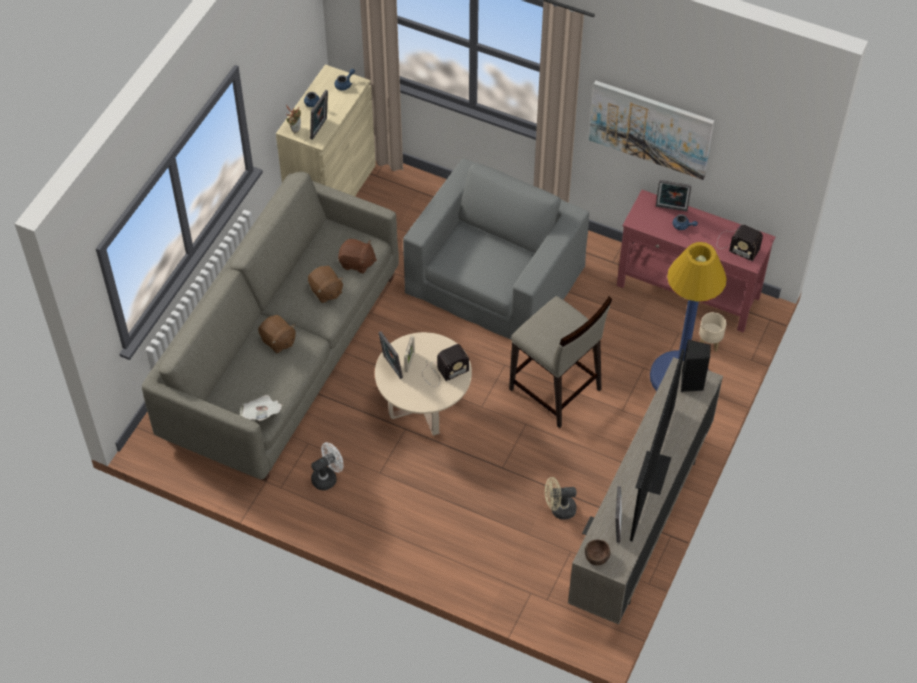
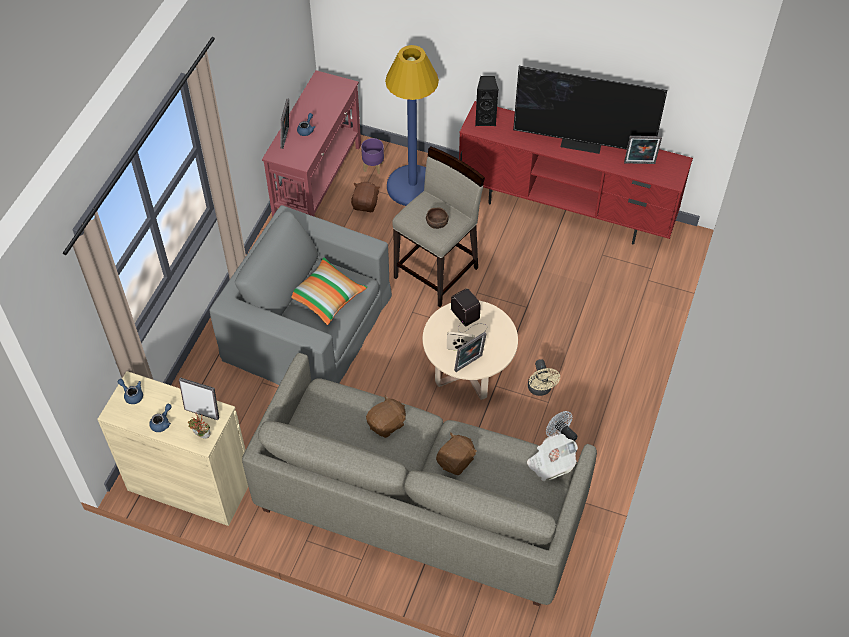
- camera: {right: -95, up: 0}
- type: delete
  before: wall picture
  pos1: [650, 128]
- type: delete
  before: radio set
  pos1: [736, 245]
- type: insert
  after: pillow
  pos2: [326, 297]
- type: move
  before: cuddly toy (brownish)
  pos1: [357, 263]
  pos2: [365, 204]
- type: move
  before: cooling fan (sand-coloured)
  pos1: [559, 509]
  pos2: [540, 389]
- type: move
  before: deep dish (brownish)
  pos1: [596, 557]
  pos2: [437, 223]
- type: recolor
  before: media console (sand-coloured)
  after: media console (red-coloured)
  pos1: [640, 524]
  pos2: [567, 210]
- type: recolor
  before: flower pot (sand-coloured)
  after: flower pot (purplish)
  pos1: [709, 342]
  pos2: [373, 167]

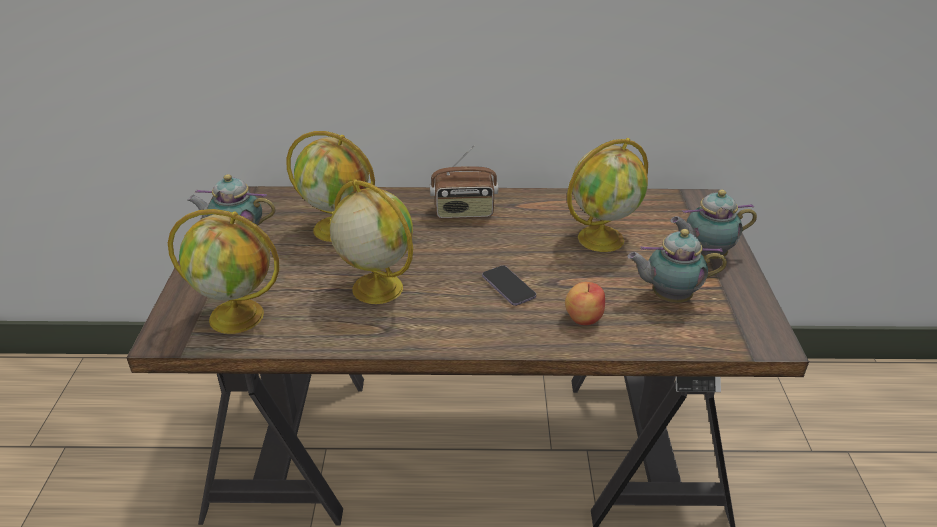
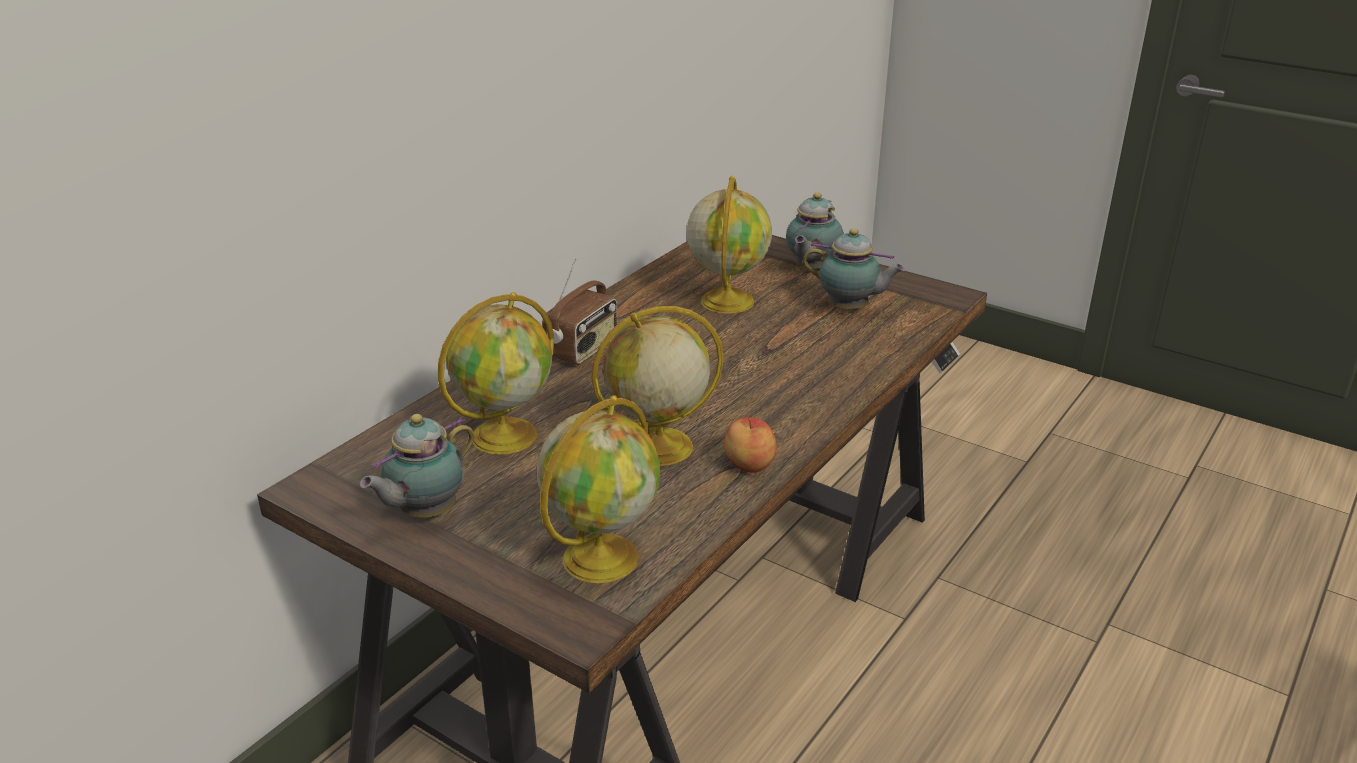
- camera: {right: -55, up: -5}
- type: delete
  before: handset
  pos1: [508, 287]
- type: move
  before: apple fruit
  pos1: [583, 317]
  pos2: [748, 465]
- type: rotate
  before: tea pot
  pos1: [668, 297]
  pos2: [850, 309]
  turn: -105

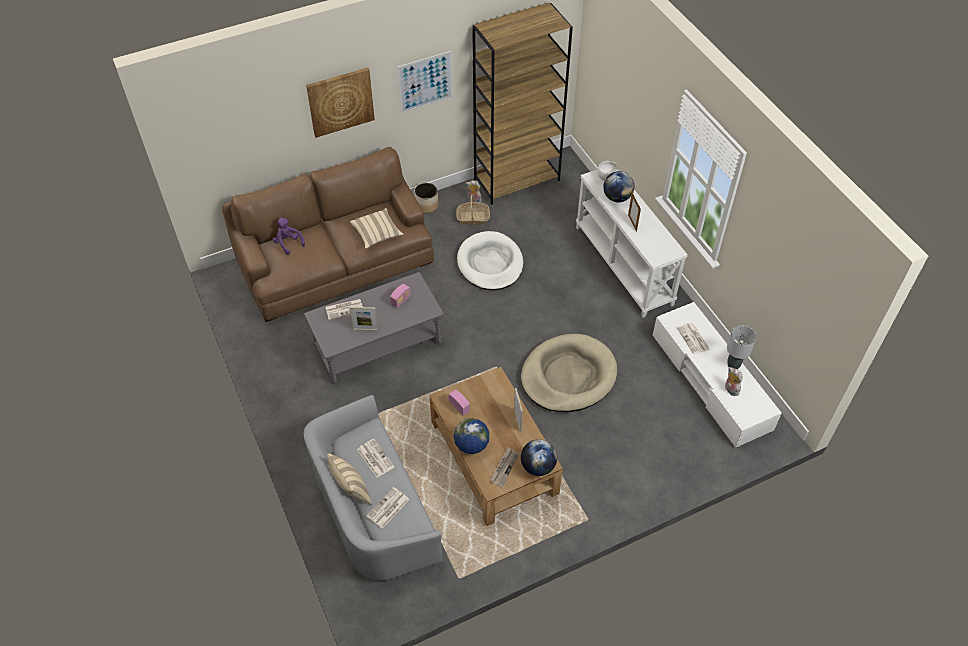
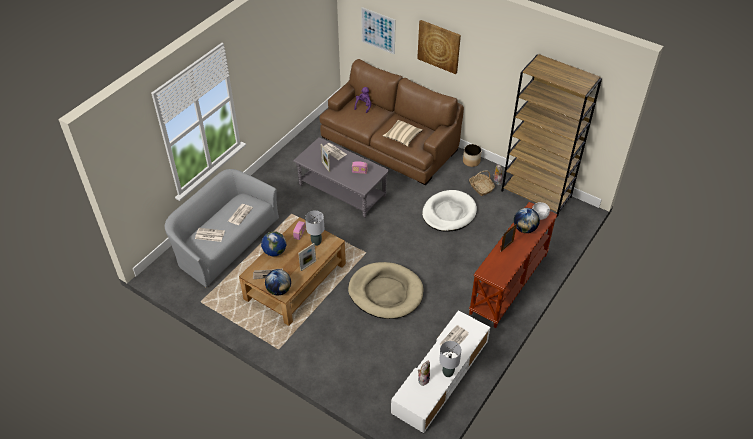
- camera: {right: 60, up: -5}
- type: delete
  before: pillow (sand-coloured)
  pos1: [351, 491]
- type: insert
  after: tabletop lamp (grey)
  pos2: [316, 242]
- type: move
  before: wall picture
  pos1: [425, 82]
  pos2: [378, 30]
- type: recolor
  before: hall table (white-coloured)
  after: hall table (brownish)
  pos1: [624, 265]
  pos2: [509, 284]

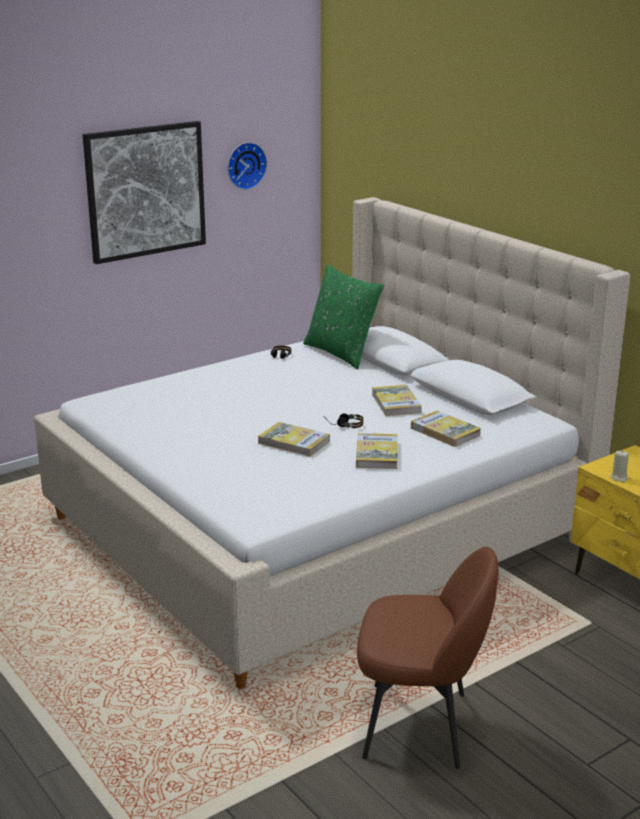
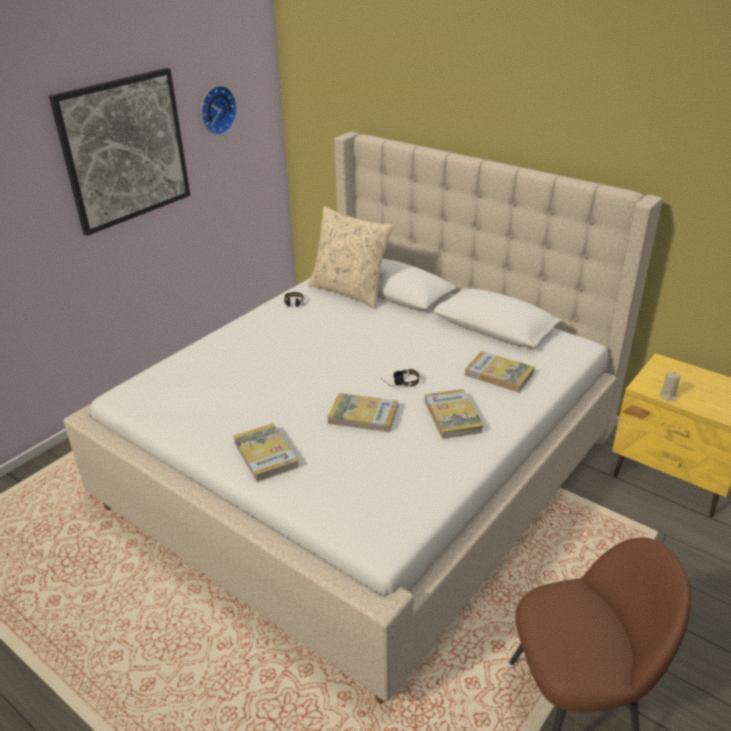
- camera: {right: -15, up: 10}
- type: move
  before: volume
  pos1: [395, 403]
  pos2: [265, 455]
- type: recolor
  before: pillow (green)
  after: pillow (sand-coloured)
  pos1: [341, 353]
  pos2: [350, 291]

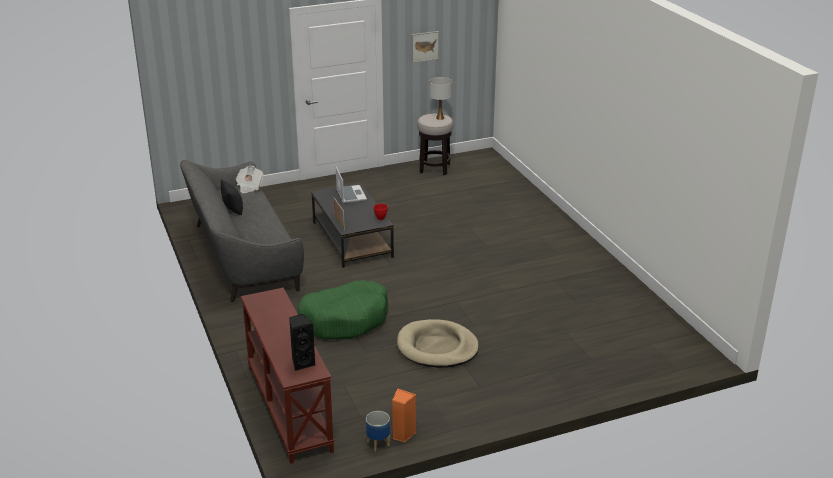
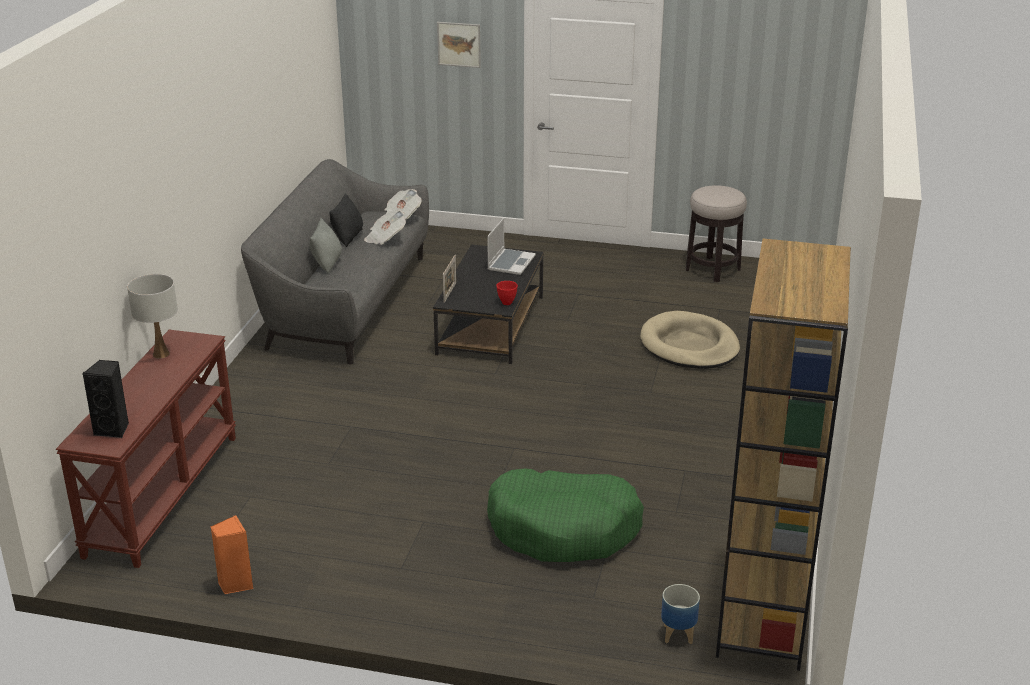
- camera: {right: 35, up: 0}
- type: insert
  after: pillow (grey)
  pos2: [327, 263]
- type: insert
  after: daily paper
  pos2: [385, 238]
- type: insert
  after: bookcase (brownish)
  pos2: [764, 611]
- type: move
  before: pet bed (green)
  pos1: [345, 319]
  pos2: [564, 529]
- type: move
  before: flower pot
  pos1: [378, 444]
  pos2: [677, 634]
- type: move
  before: pet bed (sand-coloured)
  pos1: [437, 347]
  pos2: [689, 346]
- type: move
  before: wall picture
  pos1: [425, 46]
  pos2: [459, 44]
- type: move
  before: tabletop lamp (white-coloured)
  pos1: [440, 118]
  pos2: [161, 354]

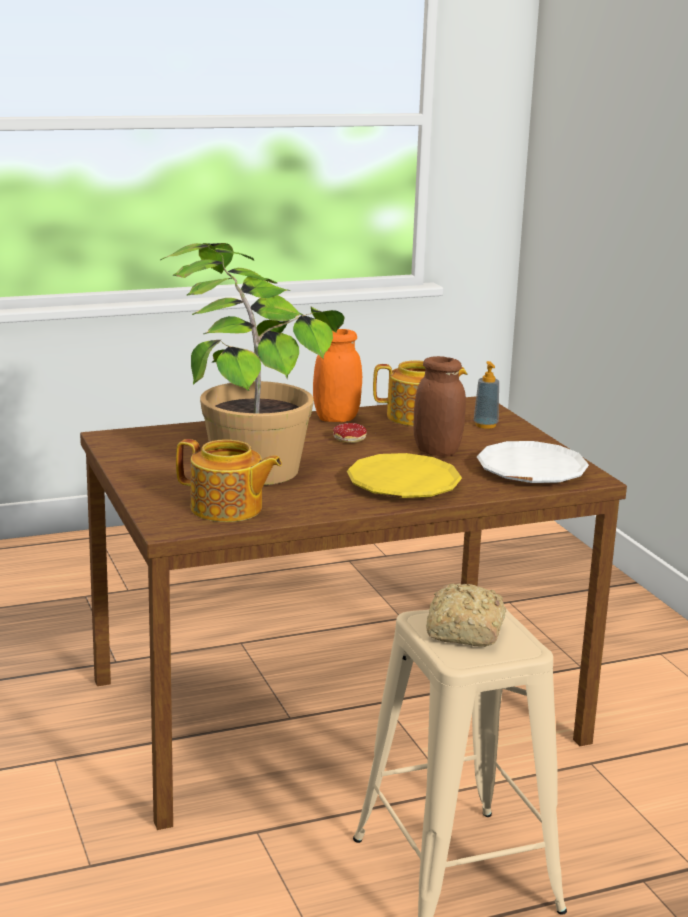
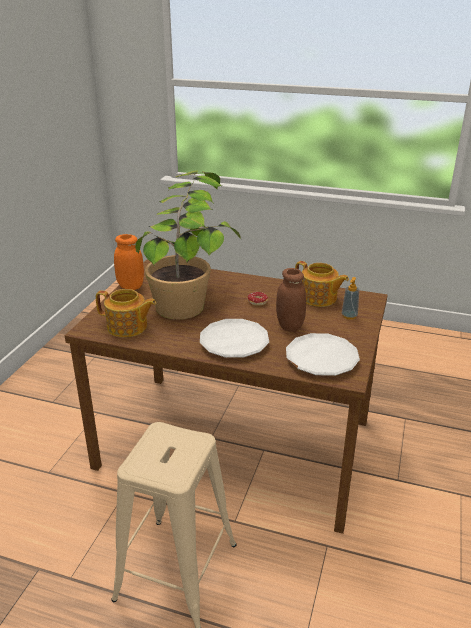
- camera: {right: 40, up: 10}
- type: delete
  before: bakery bread
  pos1: [464, 632]
- type: move
  before: preserve jar (orange)
  pos1: [336, 418]
  pos2: [130, 286]
- type: recolor
  before: dinner plate (yellow)
  after: dinner plate (white-coloured)
  pos1: [403, 484]
  pos2: [234, 342]
- type: rotate
  before: tea pot
  pos1: [227, 509]
  pos2: [128, 327]
  turn: -45

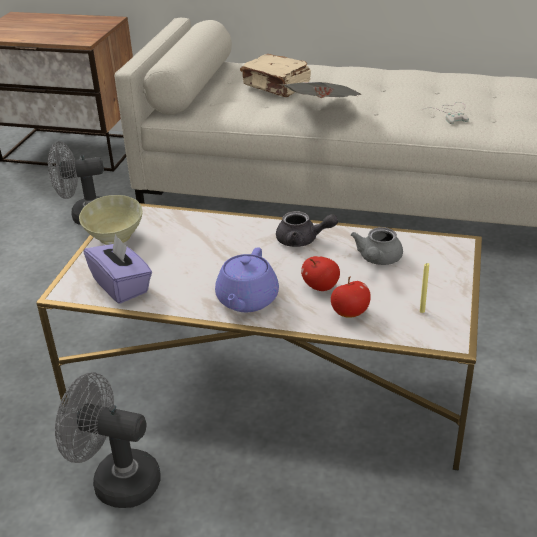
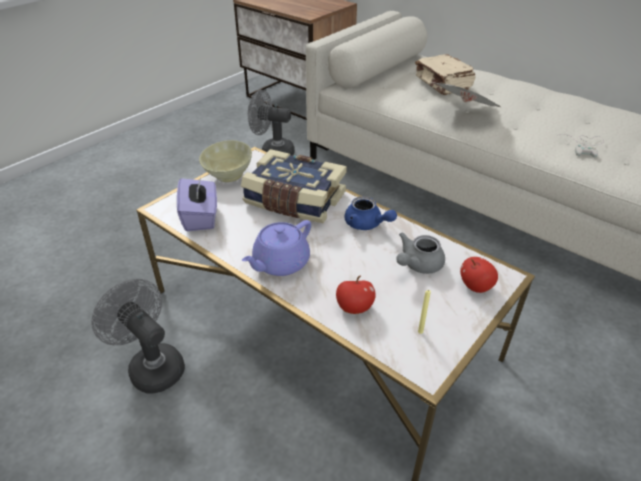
- camera: {right: 25, up: 5}
- type: insert
  after: volume
  pos2: [294, 201]
- type: move
  before: apple fruit
  pos1: [320, 287]
  pos2: [475, 286]
- type: recolor
  before: tea pot (grey)
  after: tea pot (blue)
  pos1: [302, 240]
  pos2: [367, 224]

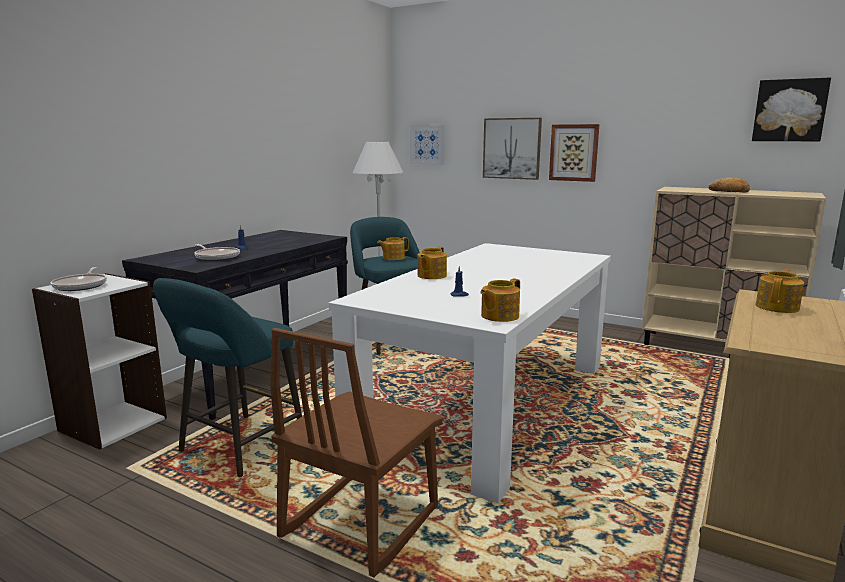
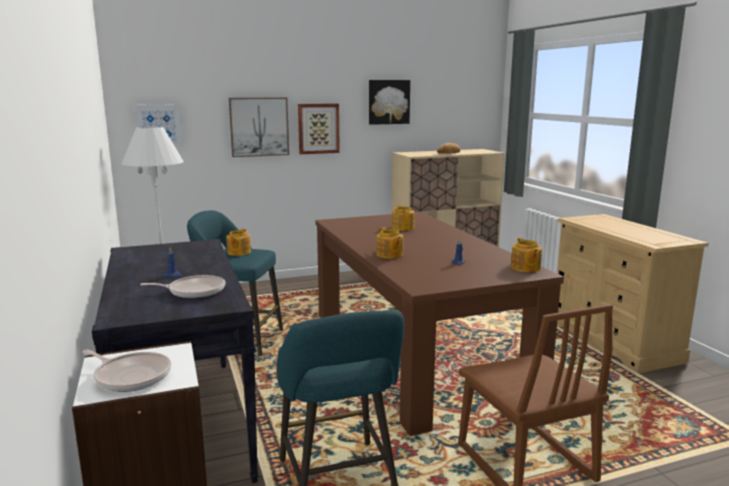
- camera: {right: -50, up: 0}
- type: move
  before: wall picture
  pos1: [789, 110]
  pos2: [388, 102]
- type: move
  before: tea pot
  pos1: [778, 307]
  pos2: [403, 227]
- type: recolor
  before: dinner table (white-coloured)
  after: dinner table (brownish)
  pos1: [488, 403]
  pos2: [415, 353]

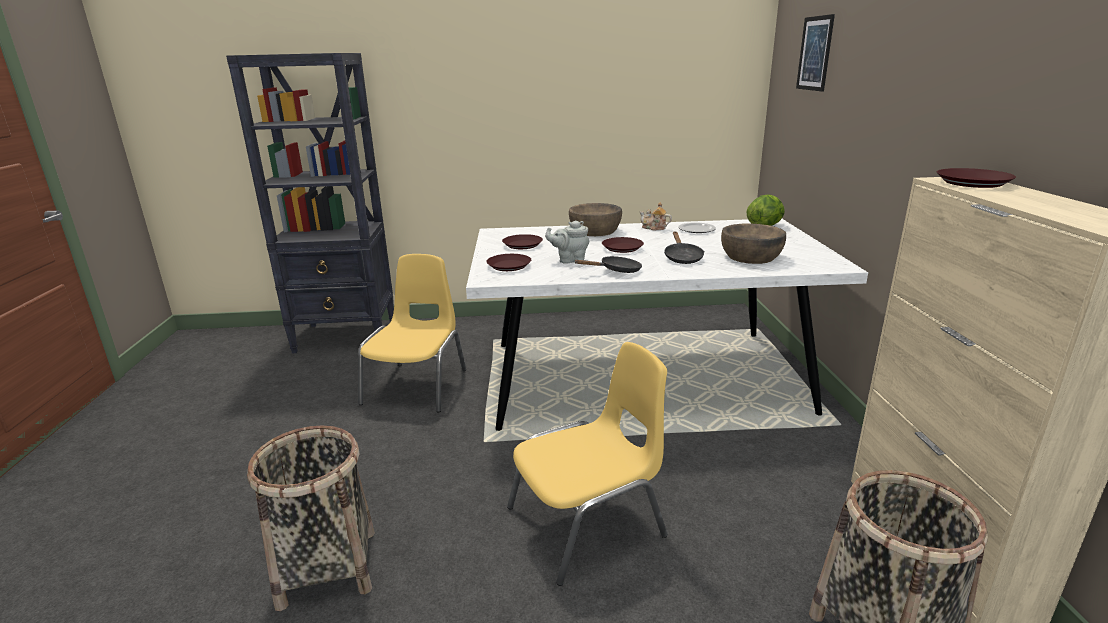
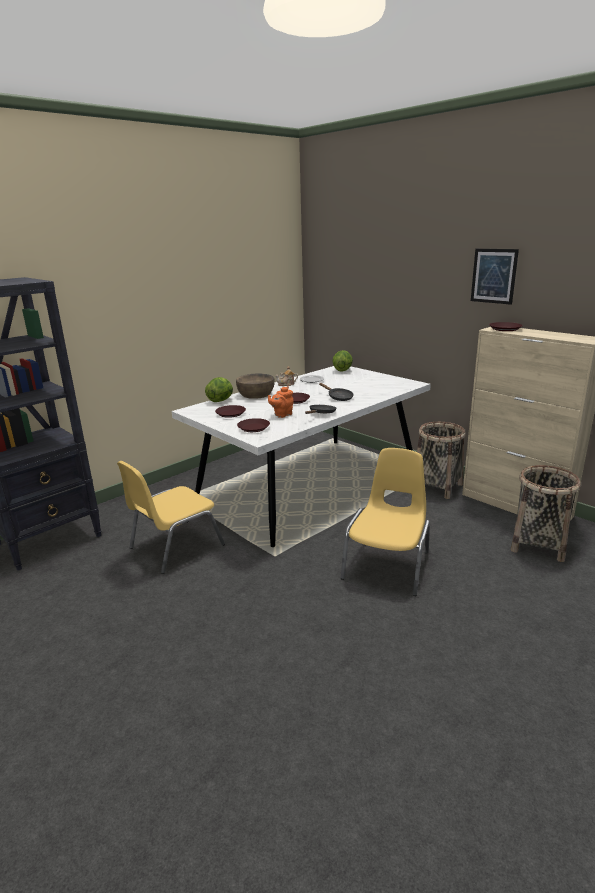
- camera: {right: -40, up: 0}
- type: delete
  before: deep dish (brownish)
  pos1: [751, 256]
- type: insert
  after: head of lettuce
  pos2: [221, 400]
- type: move
  before: household basket
  pos1: [328, 567]
  pos2: [437, 486]
- type: move
  before: wall picture
  pos1: [815, 53]
  pos2: [493, 276]
- type: recolor
  before: tea pot (grey)
  after: tea pot (orange)
  pos1: [569, 260]
  pos2: [282, 415]
- type: rotate
  before: upright chair (yellow)
  pos1: [417, 386]
  pos2: [175, 546]
  turn: -105

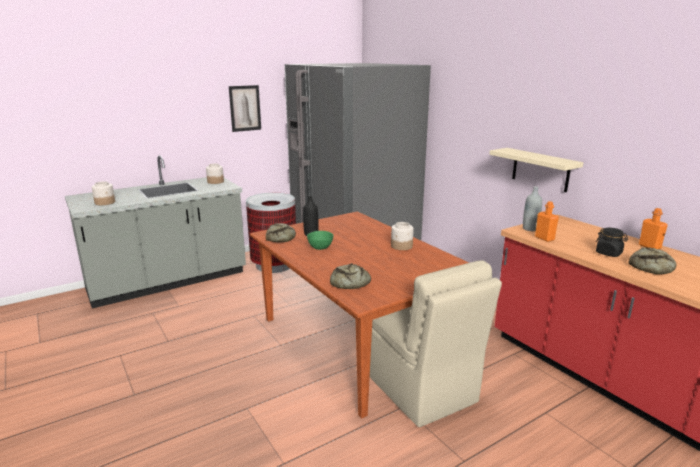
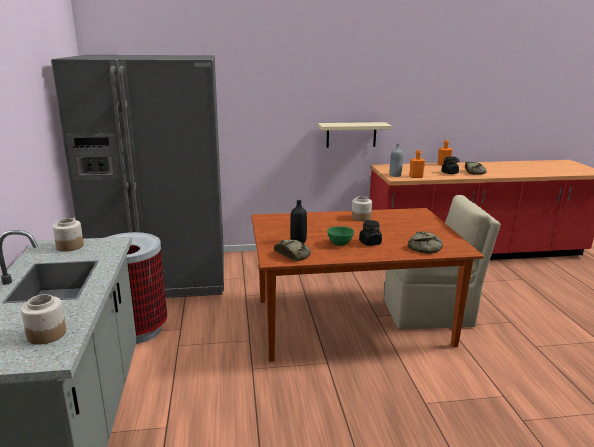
- camera: {right: -65, up: 0}
- type: delete
  before: wall picture
  pos1: [245, 108]
- type: insert
  after: preserve jar (black)
  pos2: [370, 243]

